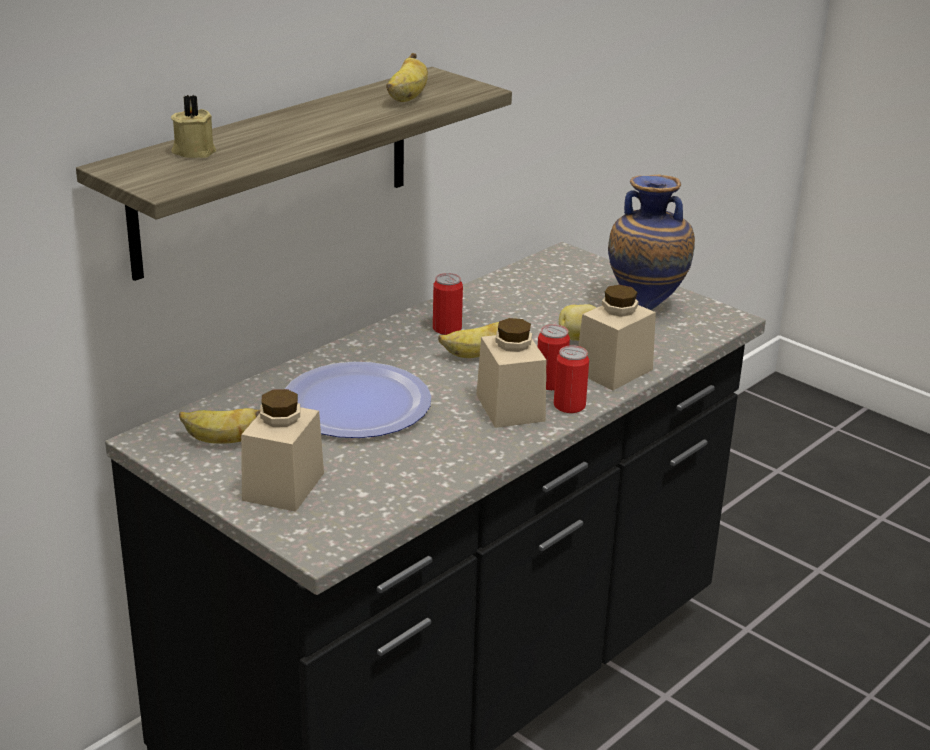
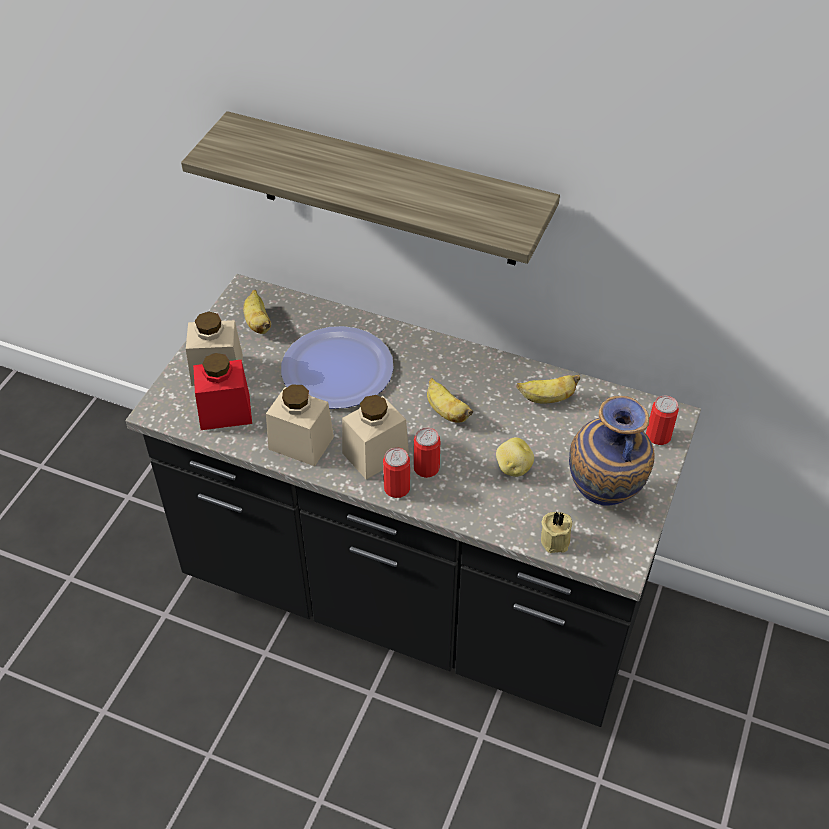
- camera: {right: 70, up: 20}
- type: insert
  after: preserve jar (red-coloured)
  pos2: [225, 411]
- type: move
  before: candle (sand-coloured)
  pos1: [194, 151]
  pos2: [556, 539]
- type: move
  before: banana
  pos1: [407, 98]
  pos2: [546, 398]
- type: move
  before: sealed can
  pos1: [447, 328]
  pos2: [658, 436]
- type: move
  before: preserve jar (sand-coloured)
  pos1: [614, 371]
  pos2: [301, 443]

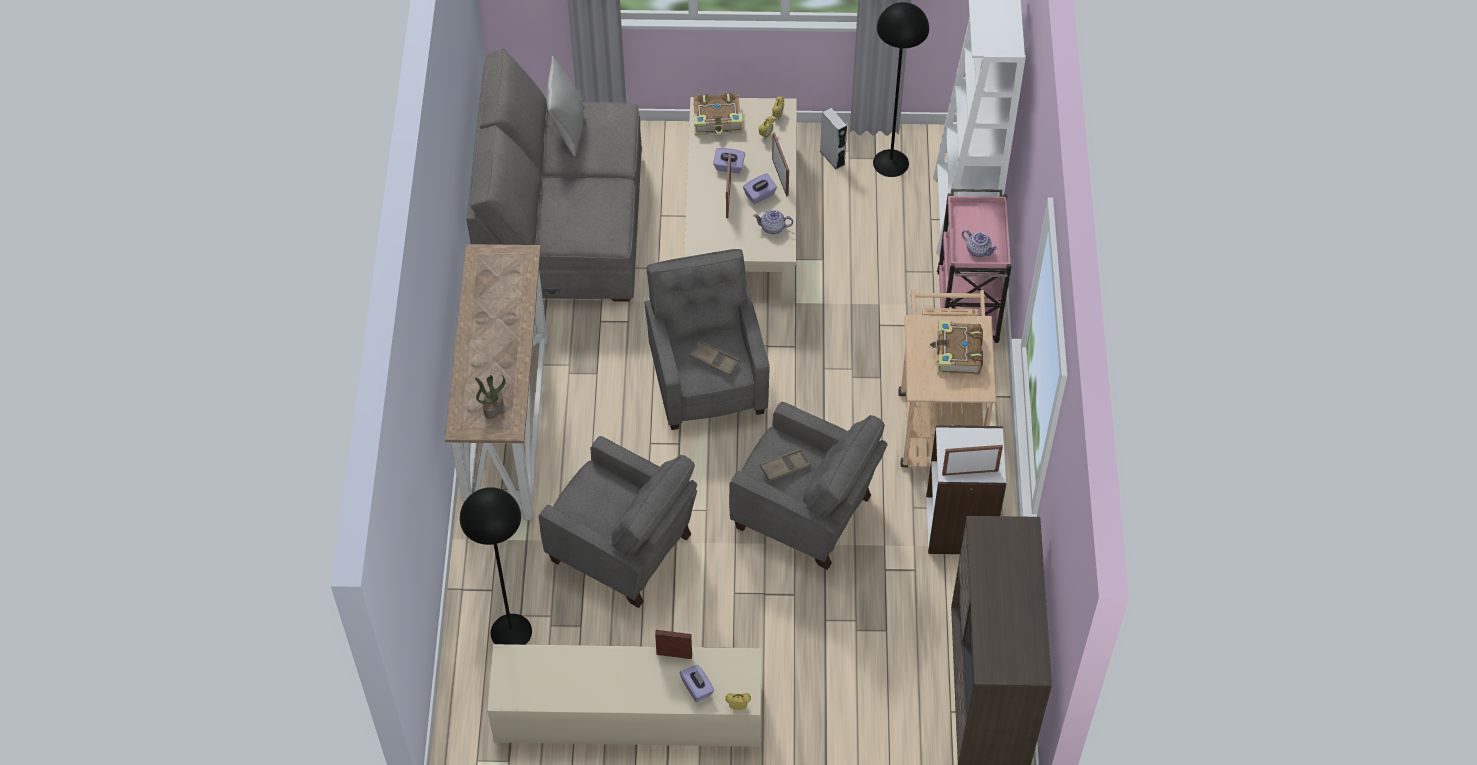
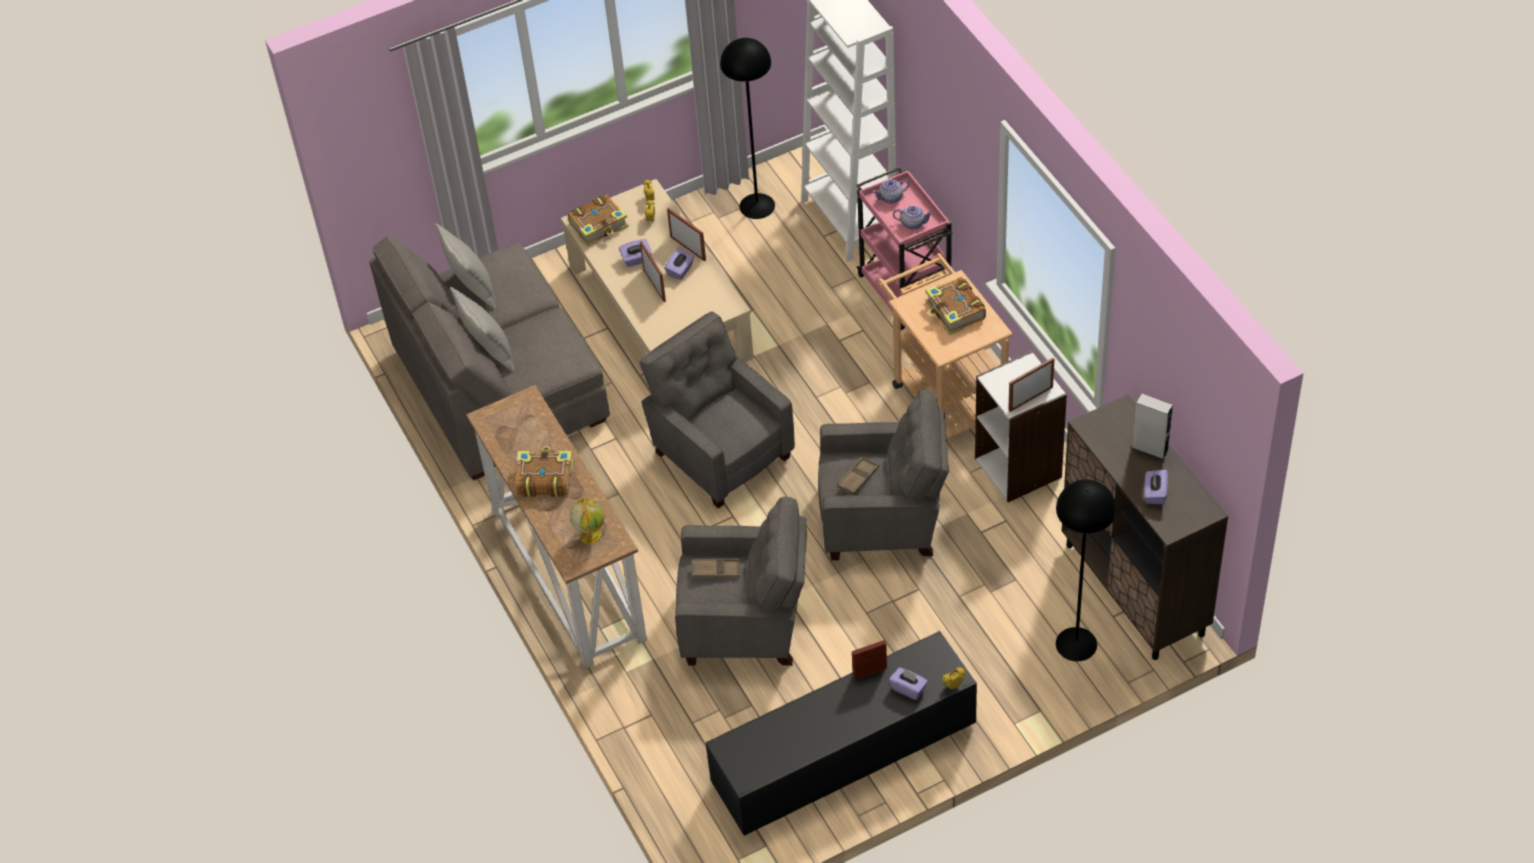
- camera: {right: -25, up: -5}
- type: insert
  after: pillow (grey)
  pos2: [488, 351]
- type: insert
  after: volume
  pos2: [544, 479]
- type: insert
  after: box of tissues (purplish)
  pos2: [1155, 493]
- type: move
  before: standing lamp (black)
  pos1: [511, 631]
  pos2: [1076, 643]
- type: move
  before: serving tray (brownish)
  pos1: [714, 360]
  pos2: [716, 570]
- type: move
  before: tea pot
  pos1: [773, 228]
  pos2: [891, 198]
- type: move
  before: loudspeaker (grey)
  pos1: [832, 157]
  pos2: [1149, 449]
- type: replace
  before: houseplant
  after: world globe
  pos1: [493, 407]
  pos2: [590, 534]
- type: recolor
  before: media console (sand-coloured)
  after: media console (black)
  pos1: [626, 714]
  pos2: [843, 755]

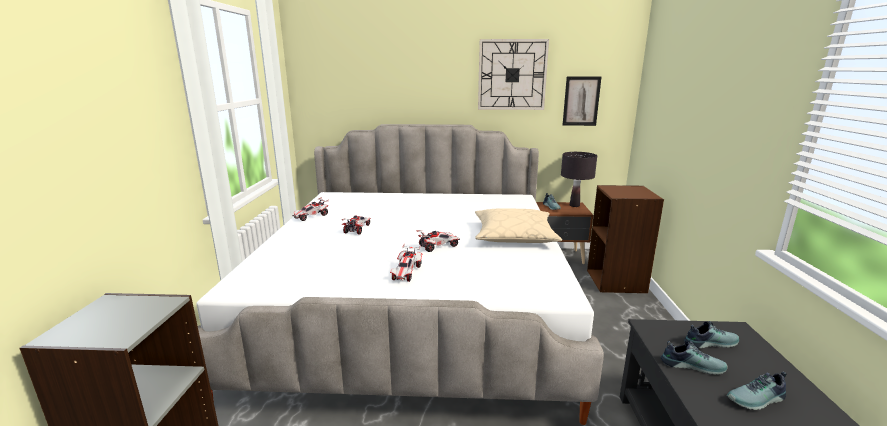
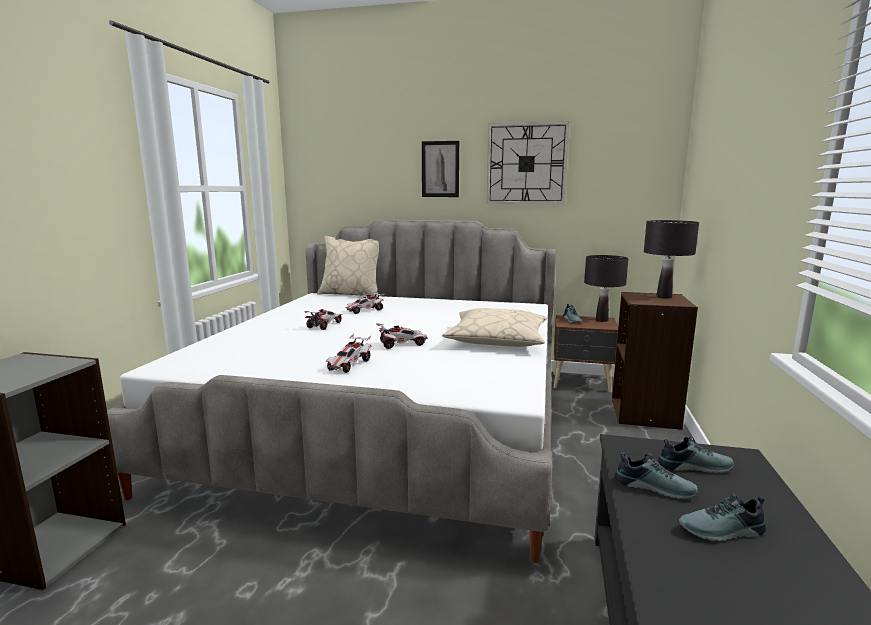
- camera: {right: 10, up: -5}
- type: insert
  after: pillow (sand-coloured)
  pos2: [351, 294]
- type: insert
  after: tabletop lamp (black)
  pos2: [664, 297]
- type: move
  before: miniature car
  pos1: [311, 216]
  pos2: [365, 310]
- type: move
  before: wall picture
  pos1: [581, 101]
  pos2: [440, 169]

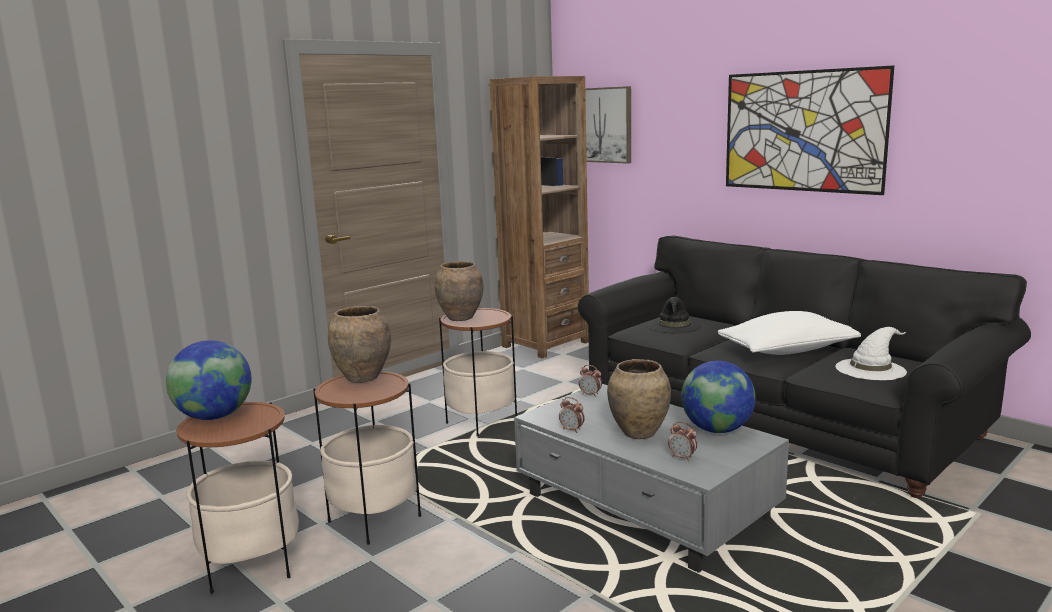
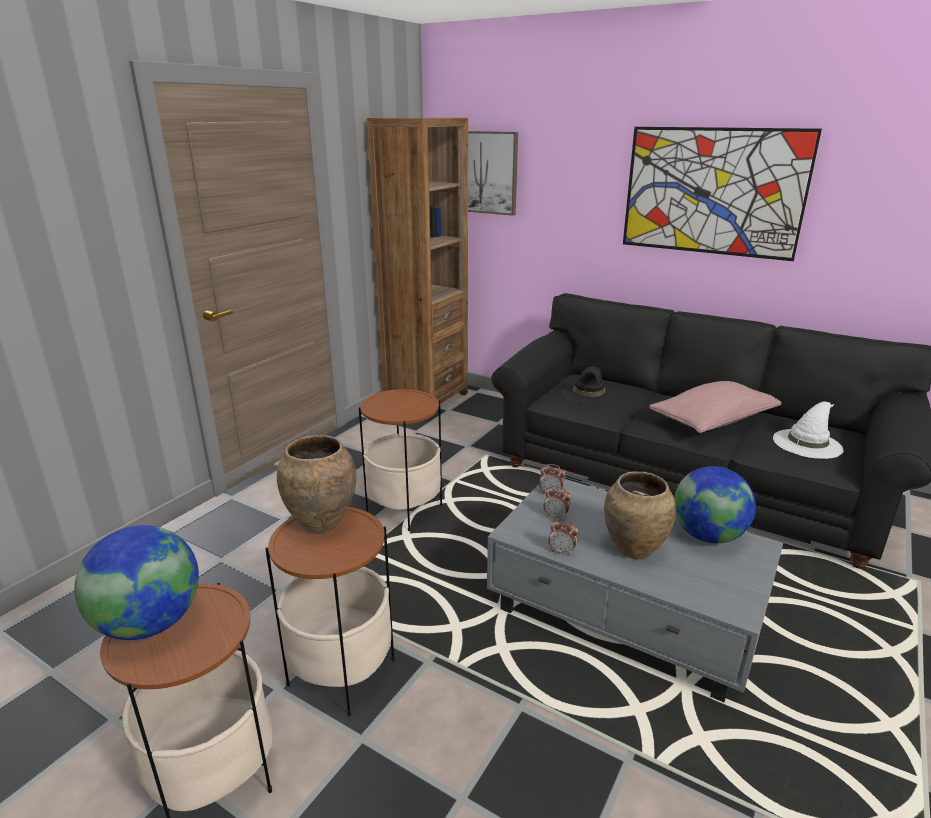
- camera: {right: -15, up: 10}
- type: delete
  before: vase (brownish)
  pos1: [460, 318]
- type: move
  before: table clock
  pos1: [682, 457]
  pos2: [556, 516]
- type: recolor
  before: pillow (white-coloured)
  after: pillow (pink)
  pos1: [787, 351]
  pos2: [712, 421]

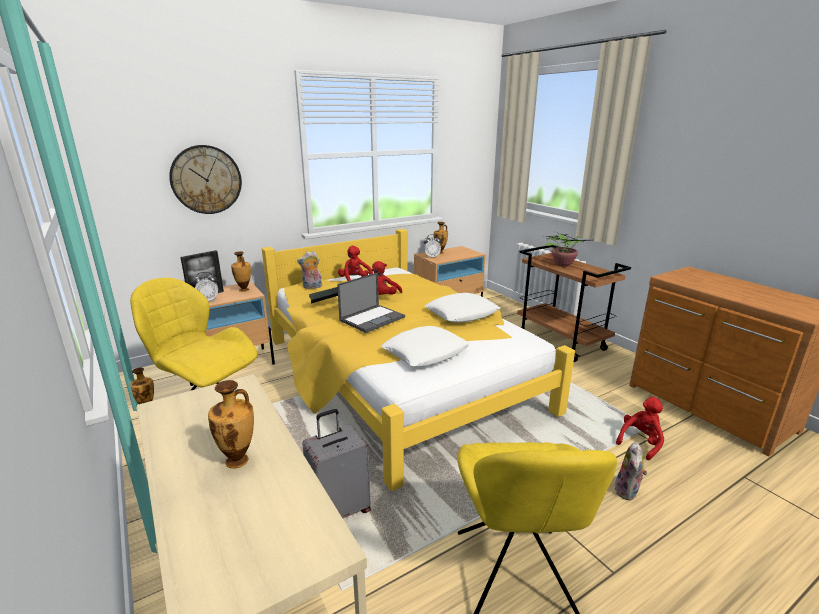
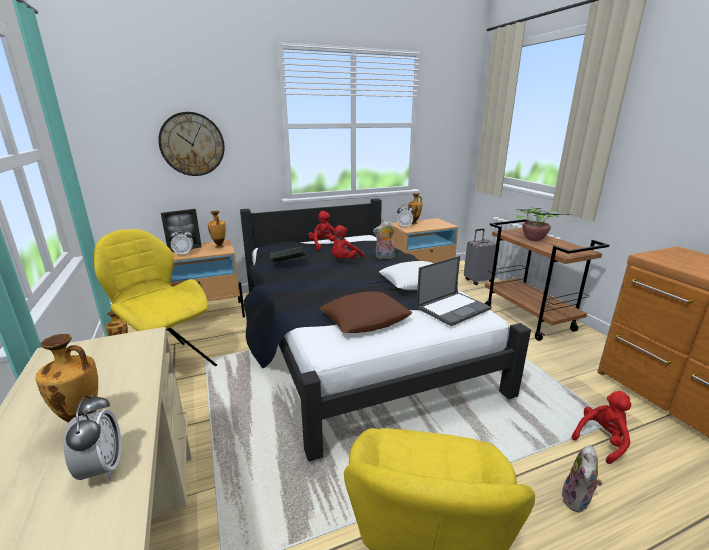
- camera: {right: 10, up: 0}
- type: insert
  after: table clock
  pos2: [102, 468]
- type: move
  before: cuddly toy
  pos1: [312, 287]
  pos2: [384, 257]
- type: move
  before: piece of luggage (grey)
  pos1: [340, 509]
  pos2: [478, 281]
- type: move
  before: portable computer
  pos1: [372, 318]
  pos2: [453, 308]
- type: recolor
  before: bedroom bed (yellow)
  after: bedroom bed (black)
  pos1: [398, 377]
  pos2: [353, 339]
- type: recolor
  before: pillow (white-coloured)
  after: pillow (brownish)
  pos1: [425, 353]
  pos2: [365, 319]

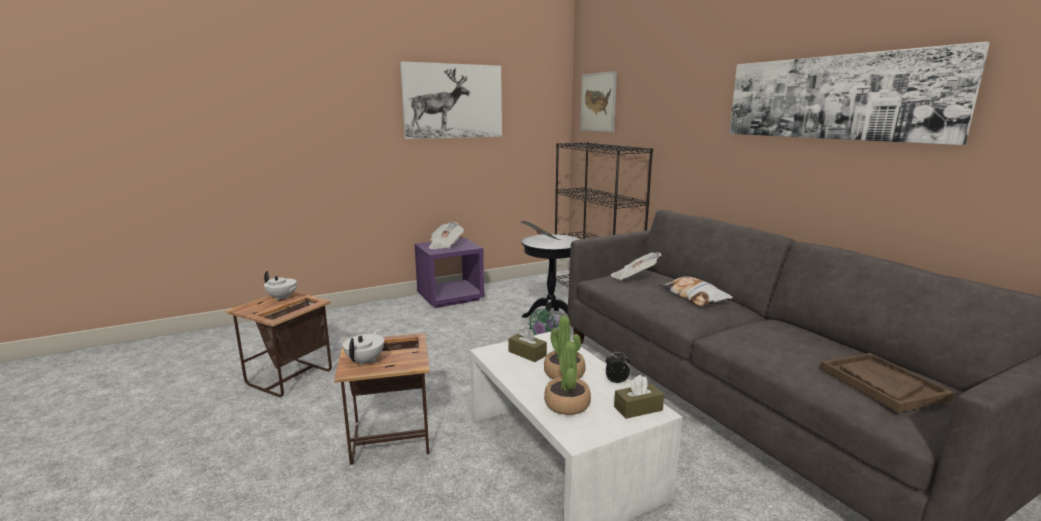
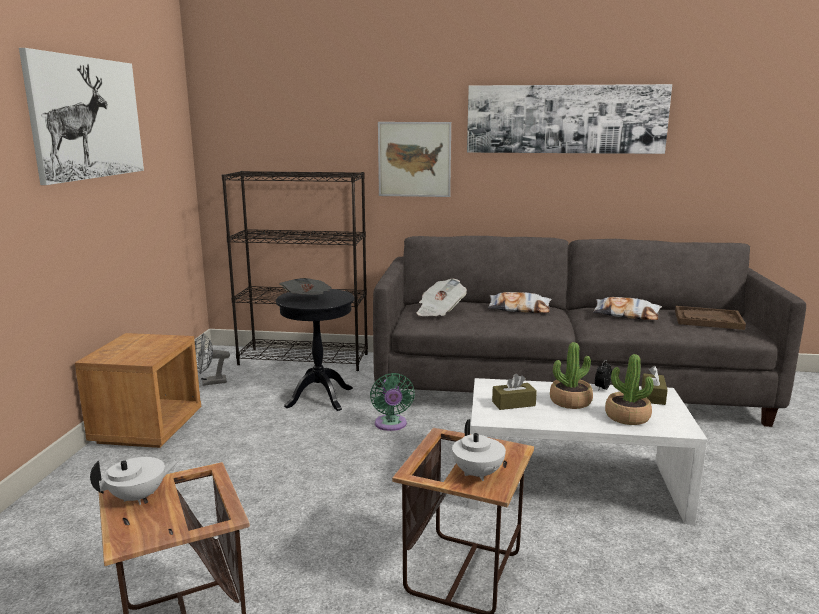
- camera: {right: -55, up: 0}
- type: delete
  before: daily paper
  pos1: [445, 245]
- type: insert
  after: cooling fan (grey)
  pos2: [209, 383]
- type: insert
  after: pillow
  pos2: [626, 314]
- type: move
  before: wall picture
  pos1: [598, 102]
  pos2: [414, 159]
- type: recolor
  before: nightstand (purplish)
  after: nightstand (brownish)
  pos1: [450, 297]
  pos2: [147, 428]
- type: rotate
  before: tea pot (white-coloured)
  pos1: [366, 361]
  pos2: [477, 474]
  turn: -150

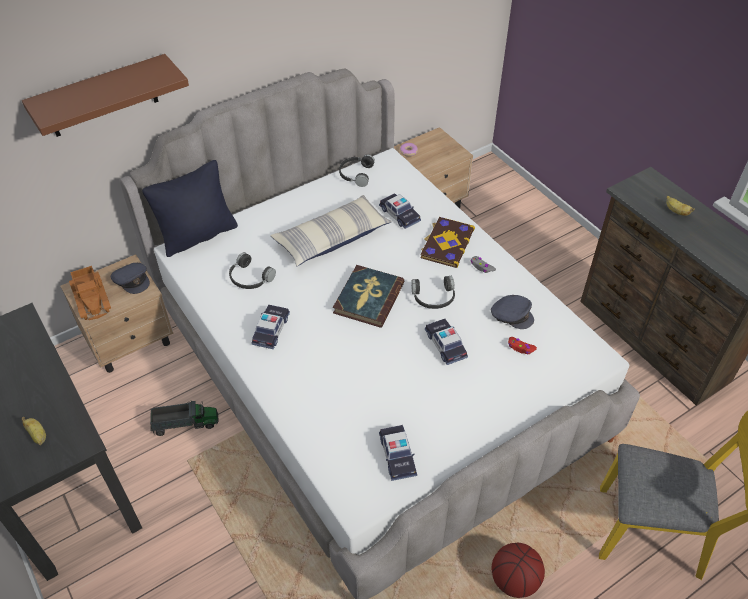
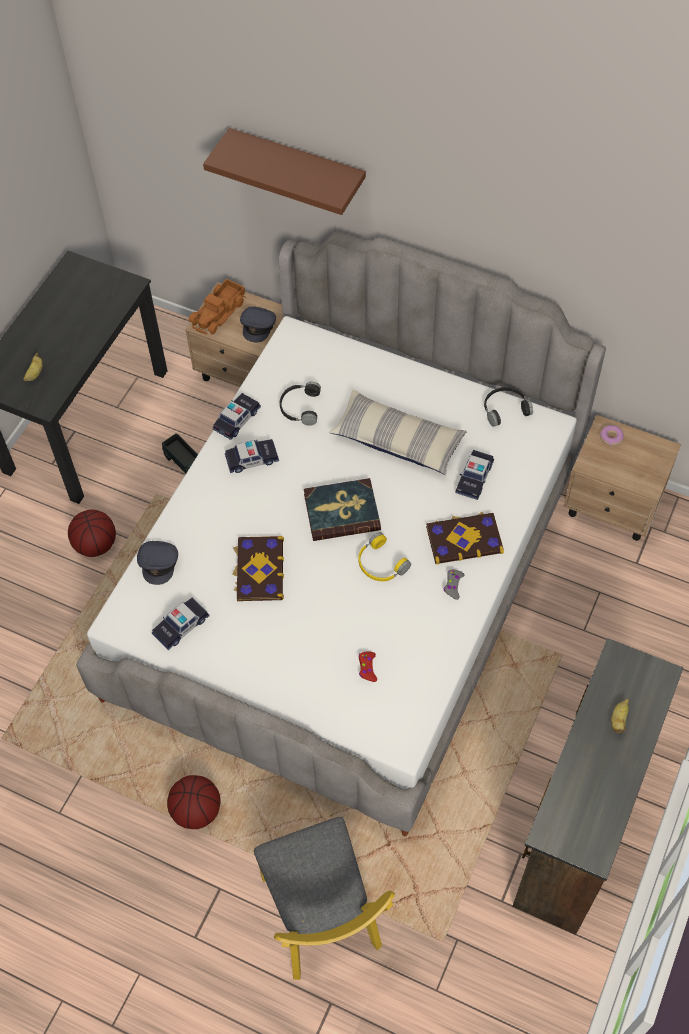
- camera: {right: 60, up: 10}
- type: delete
  before: pillow (black)
  pos1: [198, 236]
- type: insert
  after: basketball ball
  pos2: [96, 544]
- type: insert
  after: volume
  pos2: [259, 569]
- type: move
  before: miniature car
  pos1: [445, 345]
  pos2: [237, 419]
- type: move
  before: cap (grey)
  pos1: [512, 315]
  pos2: [159, 563]
- type: recolor
  before: pair of headphones (black)
  after: pair of headphones (yellow)
  pos1: [433, 298]
  pos2: [380, 564]

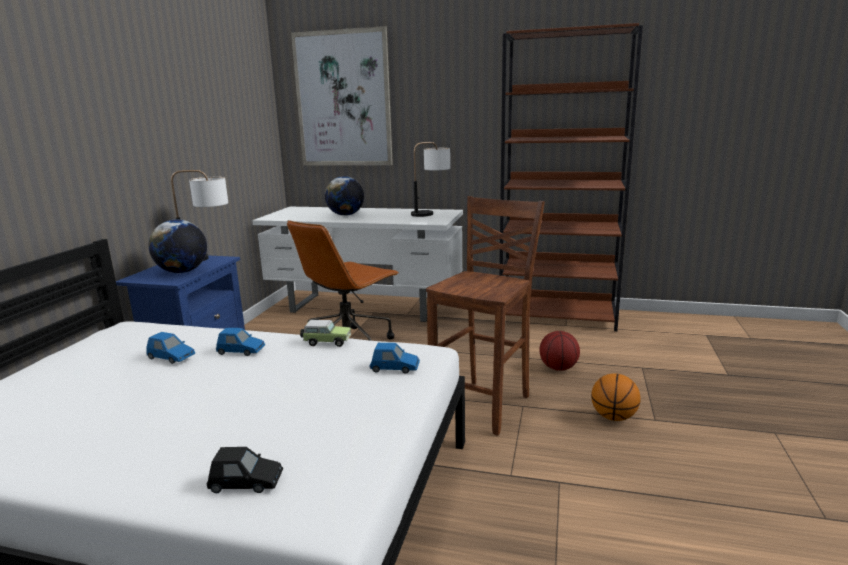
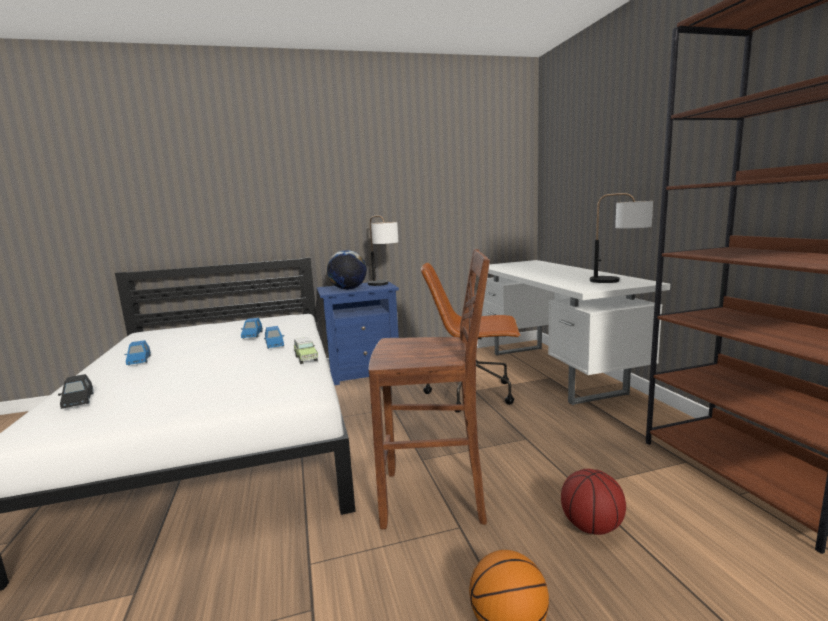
- camera: {right: 60, up: -5}
- type: delete
  before: wall picture
  pos1: [343, 99]
- type: delete
  before: world globe
  pos1: [345, 215]
- type: move
  before: miniature car (blue)
  pos1: [395, 368]
  pos2: [139, 361]

